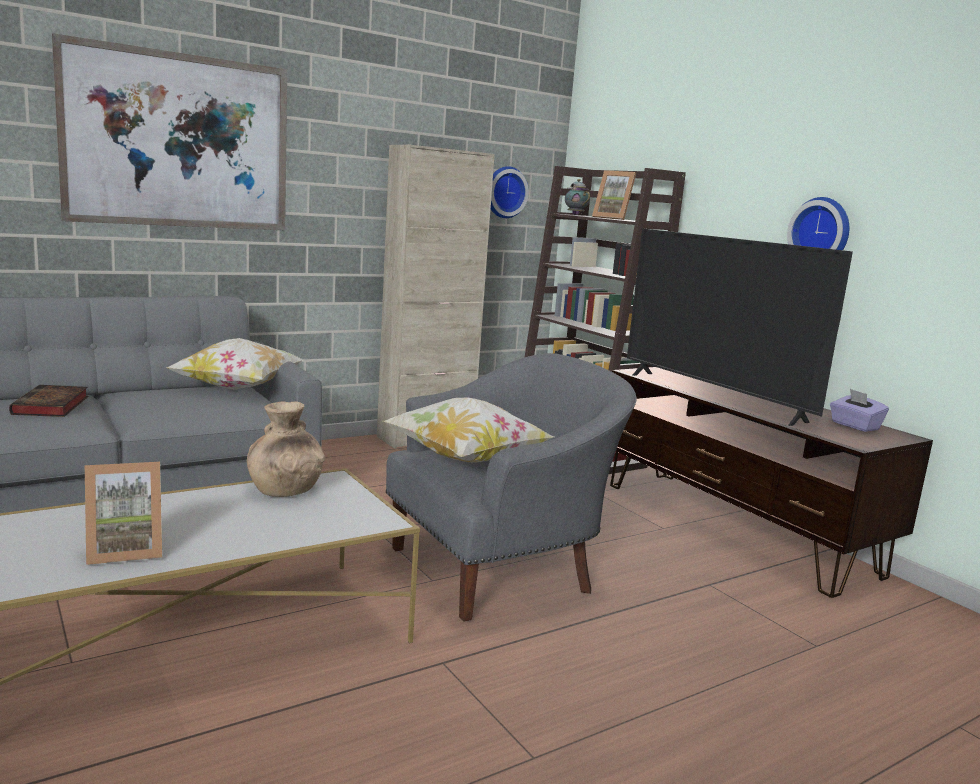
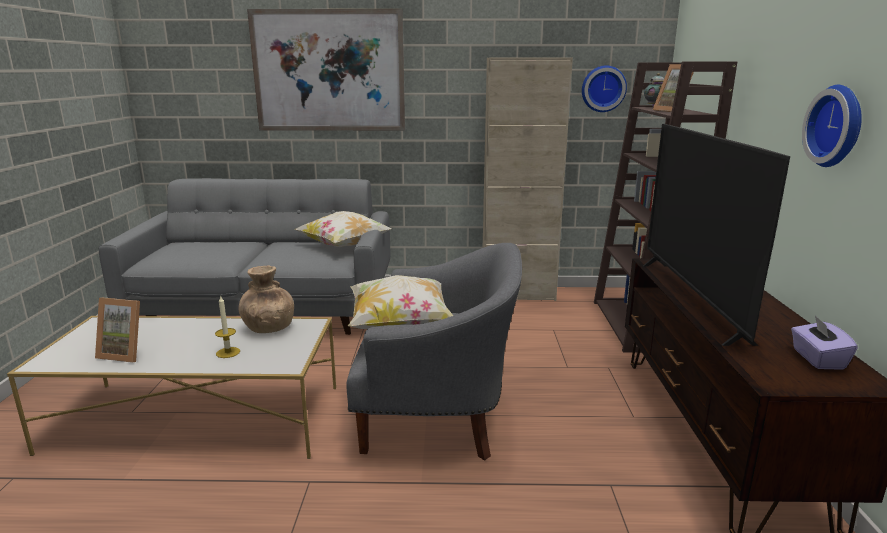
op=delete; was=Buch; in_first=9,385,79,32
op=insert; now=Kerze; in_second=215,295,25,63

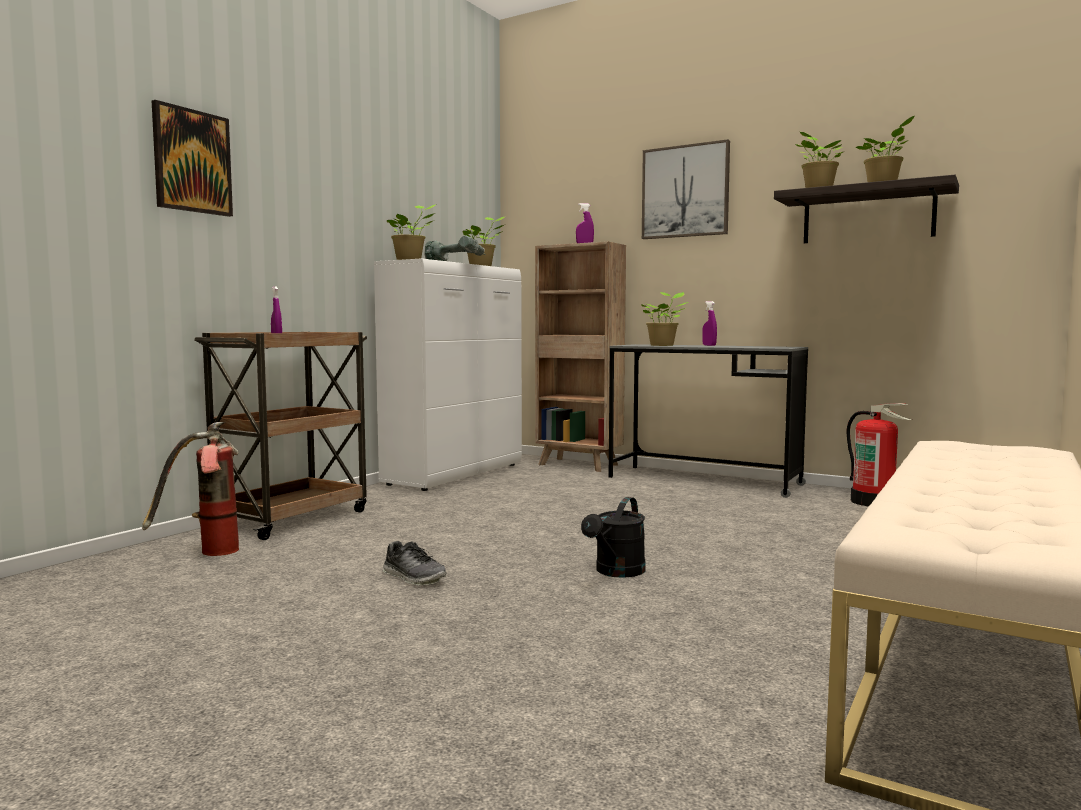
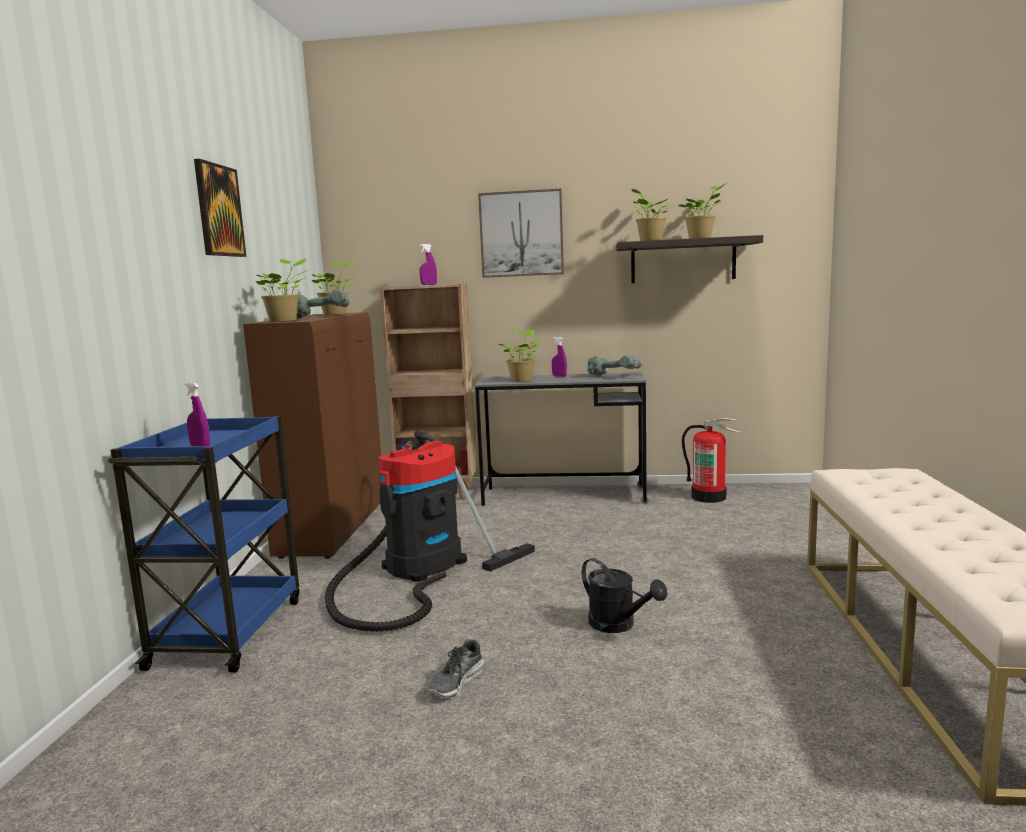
op=delete; was=Feuerlöscher; in_first=142,422,97,134
op=insert; now=Staubsauger; in_second=325,430,210,202
op=insert; now=Bohrmaschine; in_second=587,355,55,20
op=move; was=Bild; in_first=152,100,81,117; in_second=194,159,53,98
op=recolor; was=Rollwagen (braun); now=Rollwagen (blau); in_first=194,332,173,208; in_second=108,416,192,257
op=recolor; was=Schrank (weiß); now=Schrank (braun); in_first=374,259,148,232; in_second=243,312,138,247
op=rotate; was=Schuh; in_first=383,541,64,44; in_second=428,639,56,60; clockwise=105
op=rotate; was=Gießkanne (schwarz); in_first=581,497,65,81; in_second=582,558,85,75; clockwise=-45

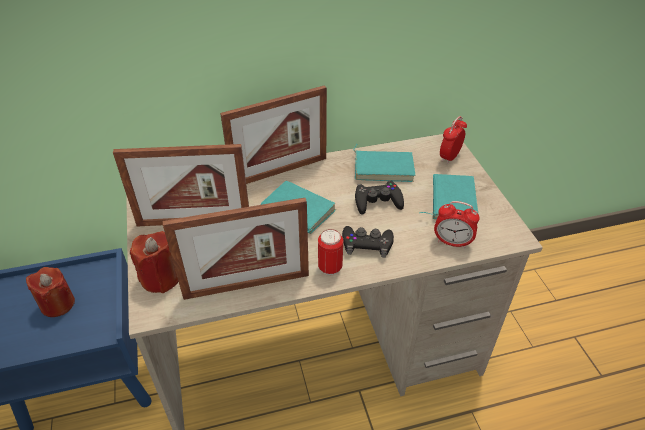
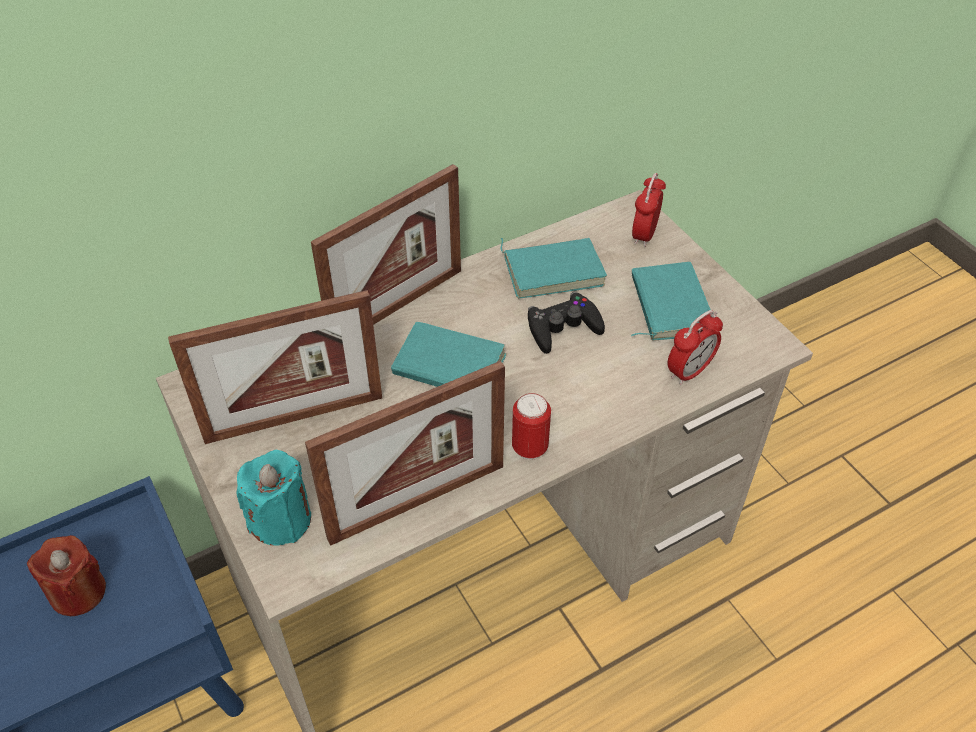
op=delete; was=Gamepad (schwarz); in_first=342,226,52,32
op=recolor; was=Kerze (rot); now=Kerze (türkis); in_first=130,231,48,62; in_second=236,450,75,95
op=rotate; was=Wecker; in_first=434,201,46,47; in_second=668,310,55,75; clockwise=-45

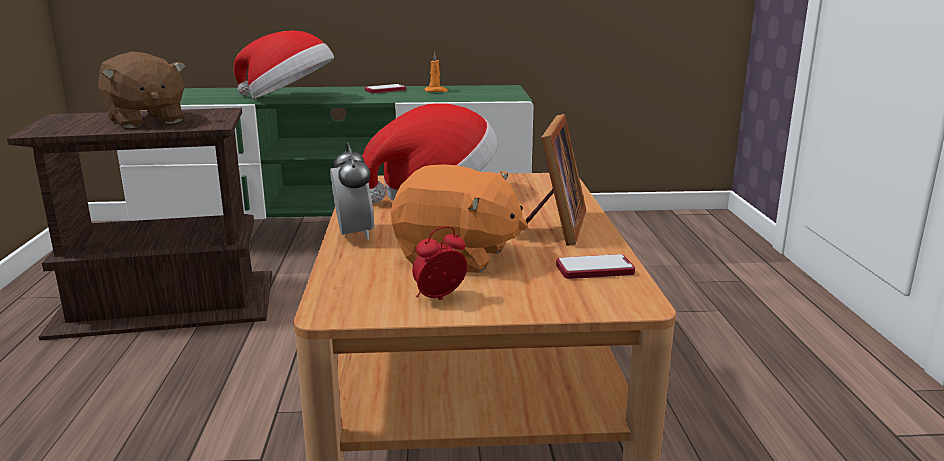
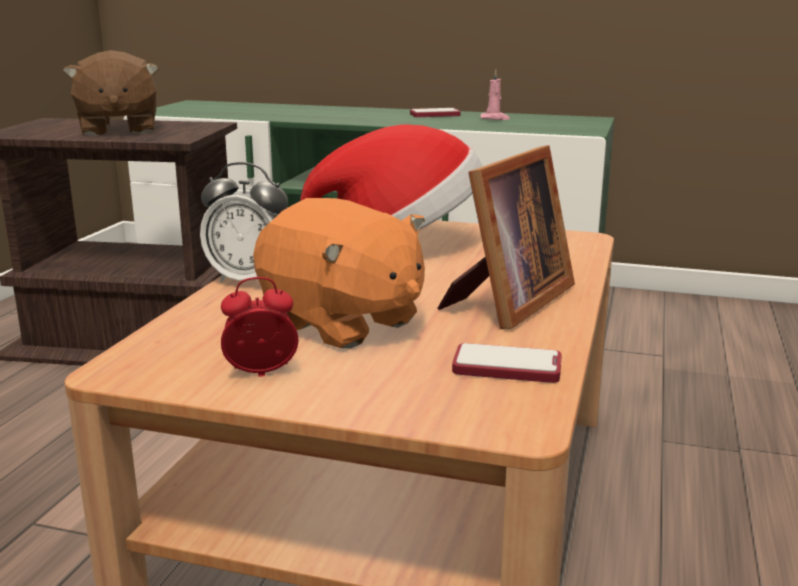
op=delete; was=Hut; in_first=234,30,100,69
op=recolor; was=Kerze (orange); now=Kerze (rosa); in_first=425,53,23,39; in_second=480,70,30,50
op=rotate; was=Wecker; in_first=330,142,44,98; in_second=200,162,88,121; clockwise=105

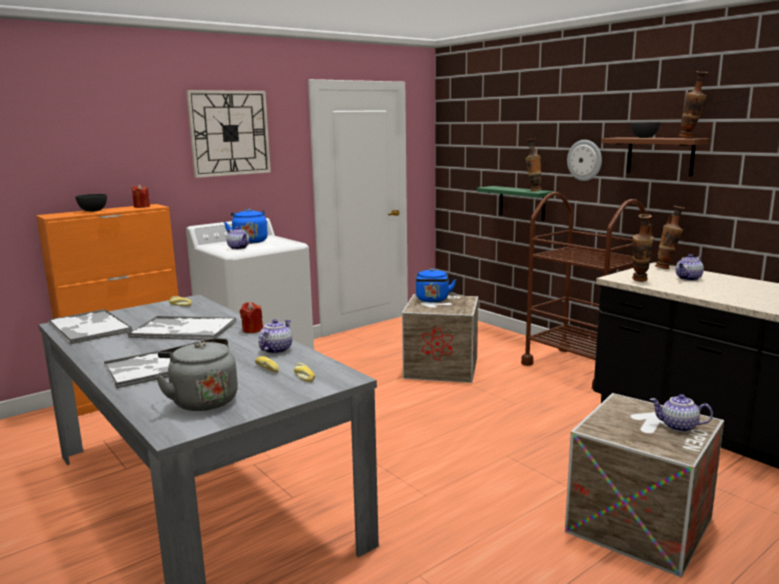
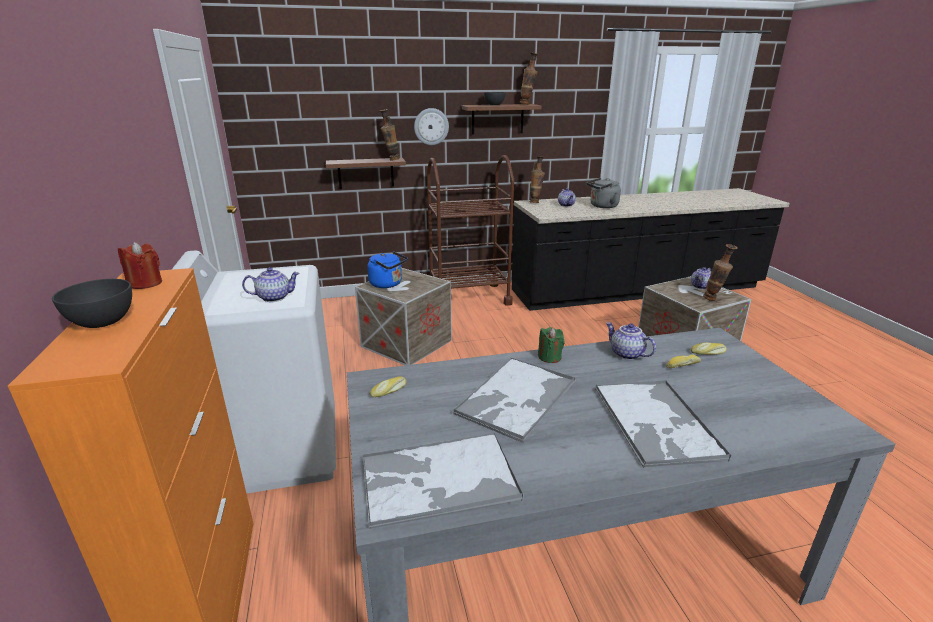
op=delete; was=Wanduhr; in_first=186,90,85,88
op=delete; was=Wasserkessel (blau); in_first=224,209,44,35
op=move; was=Wasserkessel (grau); in_first=155,338,83,73; in_second=587,178,34,30
op=move; was=Vase; in_first=632,214,22,68; in_second=703,244,35,57
op=recolor; was=Kerze (rot); now=Kerze (grün); in_first=240,302,23,31; in_second=538,327,26,36
op=recolor; was=Wandregal (grün); now=Wandregal (braun); in_first=477,186,78,35; in_second=326,158,80,31

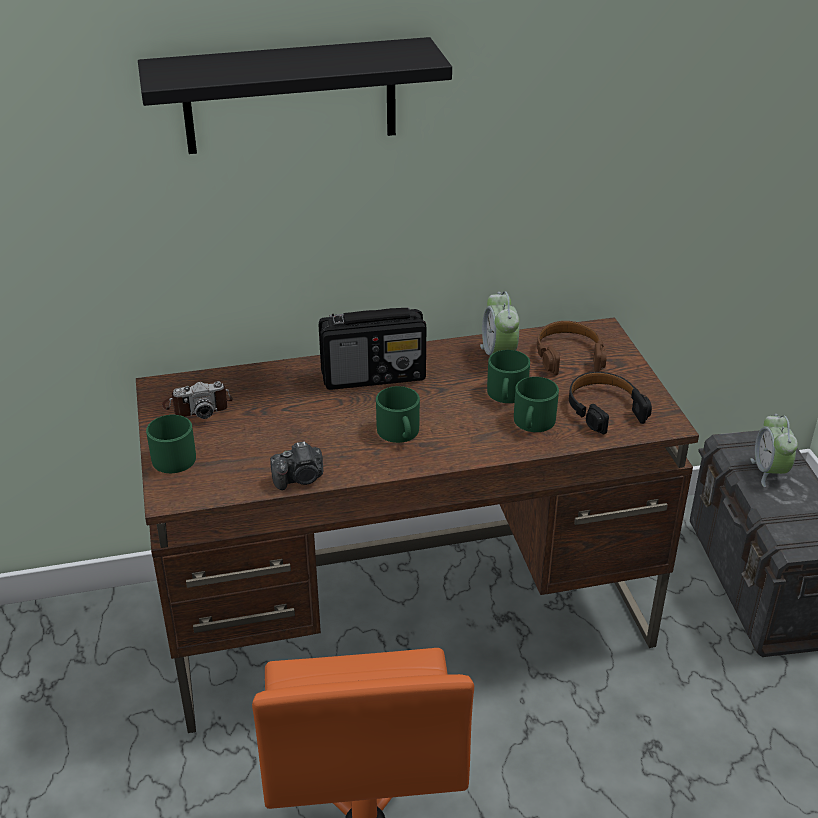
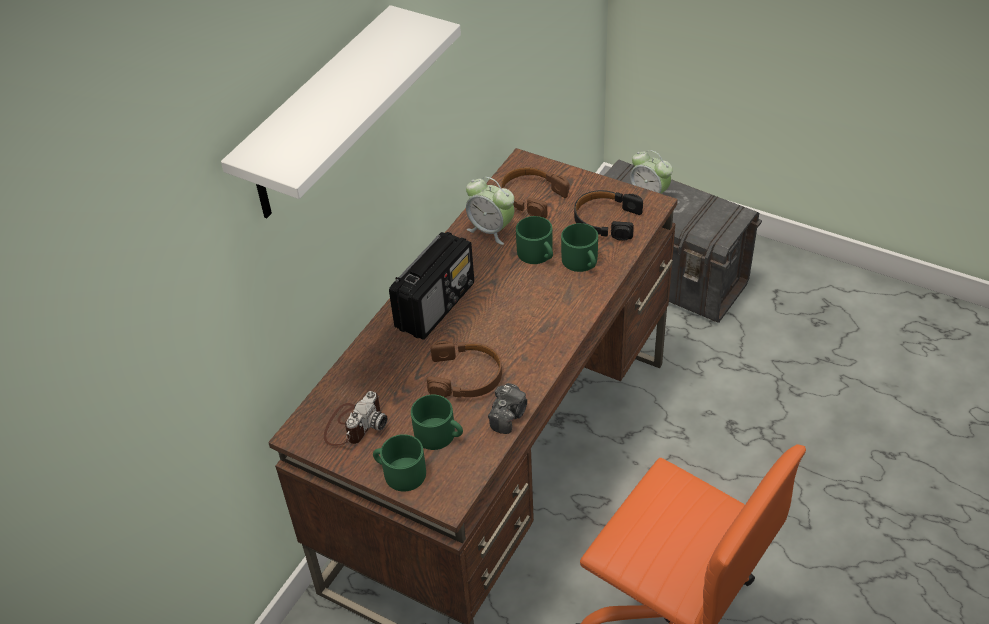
op=insert; now=Kopfhörer (braun); in_second=427,341,75,57
op=move; was=Henkelbecher (grün); in_first=376,386,44,57; in_second=411,395,52,55
op=recolor; was=Wandregal (schwarz); now=Wandregal (weiß); in_first=138,37,314,117; in_second=221,5,240,213

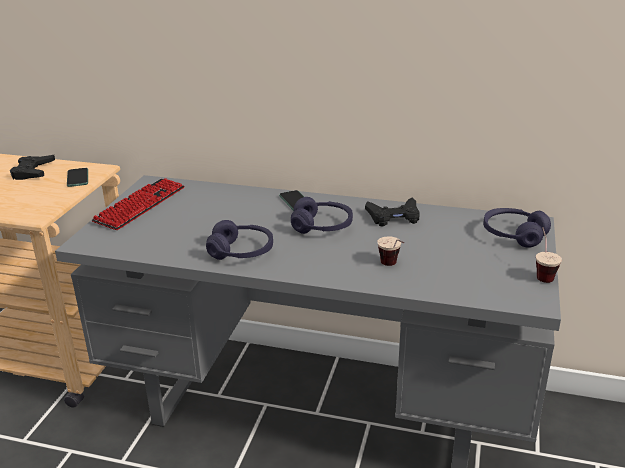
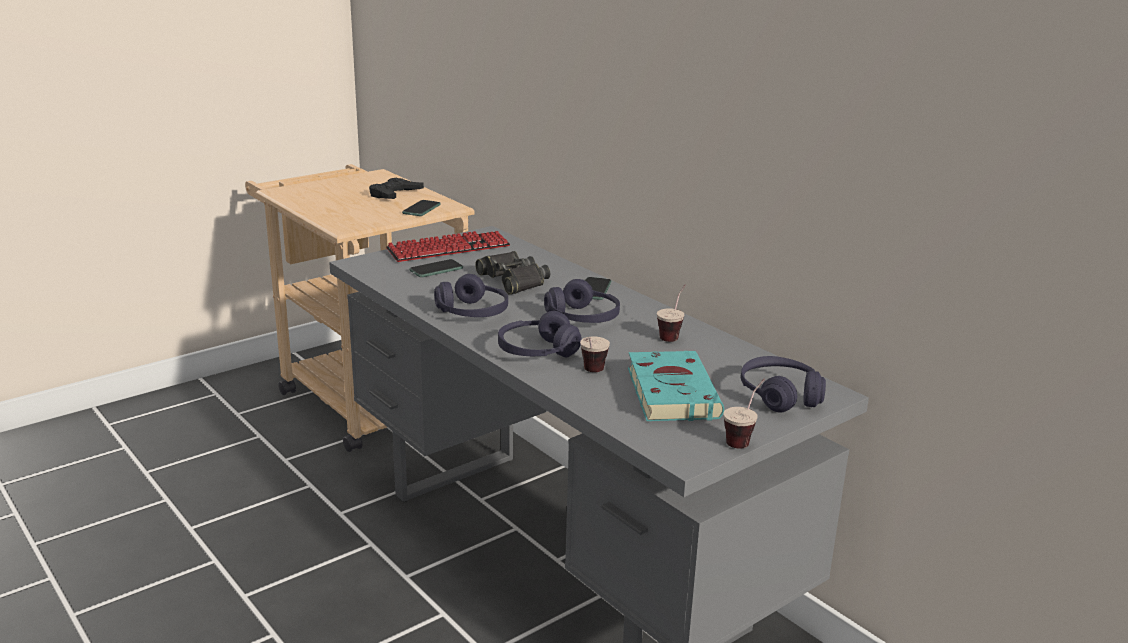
op=insert; now=Handy; in_second=409,259,54,18
op=insert; now=Fernglas (schwarz); in_second=475,251,75,44
op=insert; now=Kopfhörer (lila); in_second=498,311,84,46
op=insert; now=Buch (türkis); in_second=628,351,96,70
op=replace; was=Gamepad (schwarz); now=Tasse; in_first=365,198,55,29; in_second=657,284,29,58

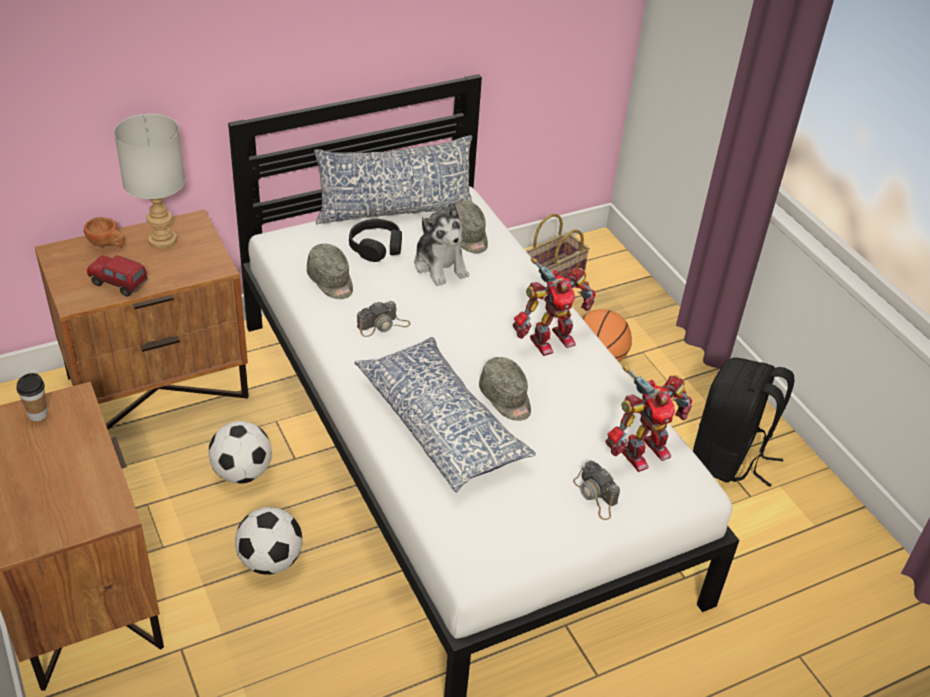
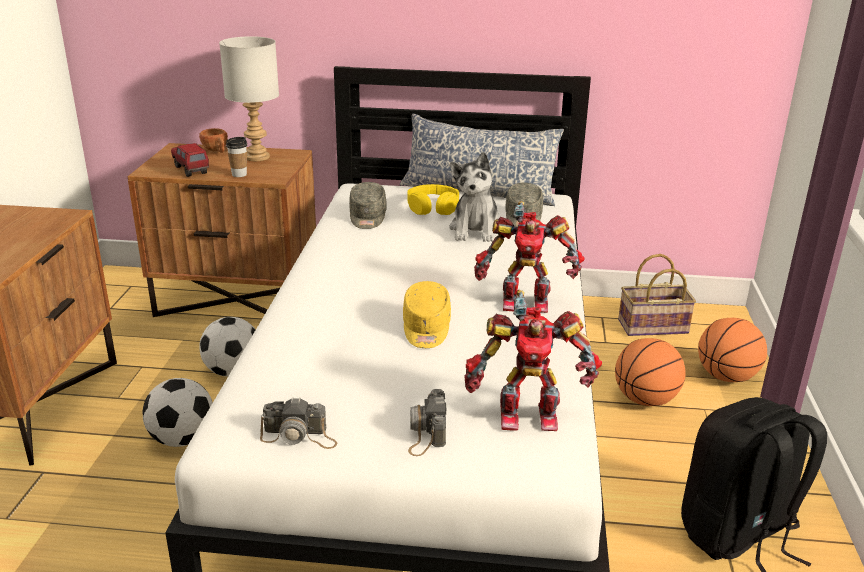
op=delete; was=Kissen; in_first=355,337,181,155
op=insert; now=Basketball; in_second=698,318,69,64
op=move; was=Tasse; in_first=16,373,32,48; in_second=226,137,21,40
op=move; was=Kamera; in_first=357,301,54,36; in_second=260,397,77,52
op=recolor; was=Kopfhörer (schwarz); now=Kopfhörer (gelb); in_first=349,219,53,43; in_second=407,184,52,31
op=recolor; was=Kappe (grau); now=Kappe (gelb); in_first=479,357,52,64; in_second=403,281,48,67

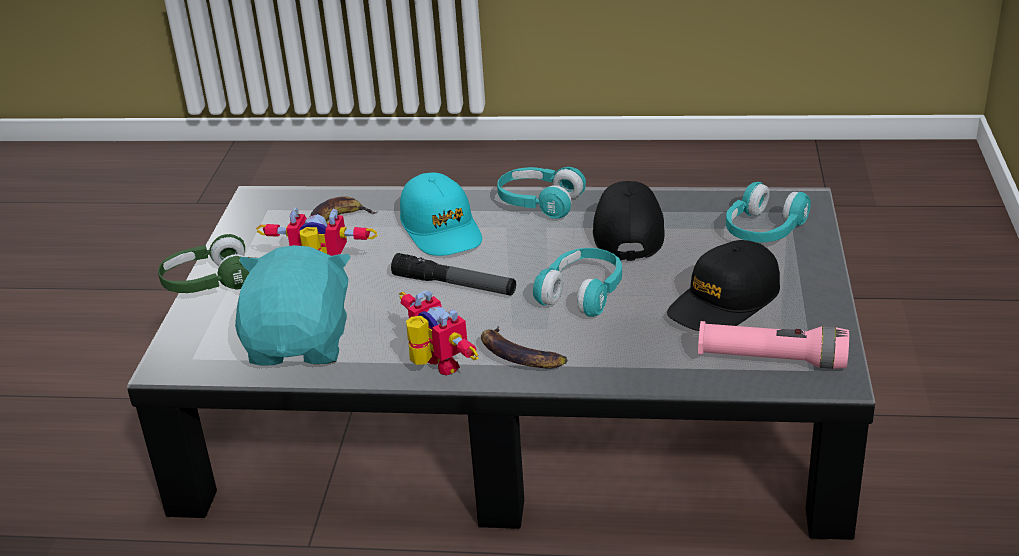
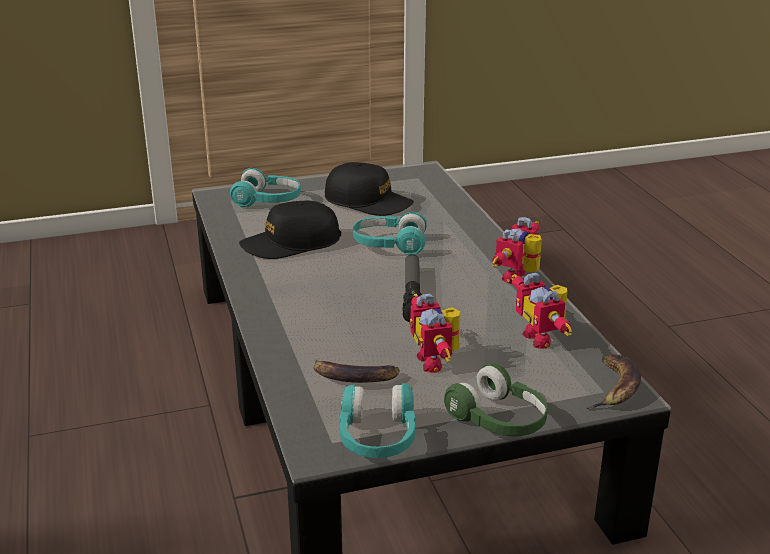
op=delete; was=Kappe (türkis); in_first=400,173,82,83
op=delete; was=Taschenlampe (rosa); in_first=698,321,151,48
op=move; was=Banane; in_first=481,327,86,41; in_second=586,354,55,56
op=move; was=Kopfhörer (türkis); in_first=497,167,89,52; in_second=339,383,76,75
op=replace; was=Plüschtier (türkis); now=Spielzeugroboter; in_first=235,245,116,121; in_second=511,273,61,76

